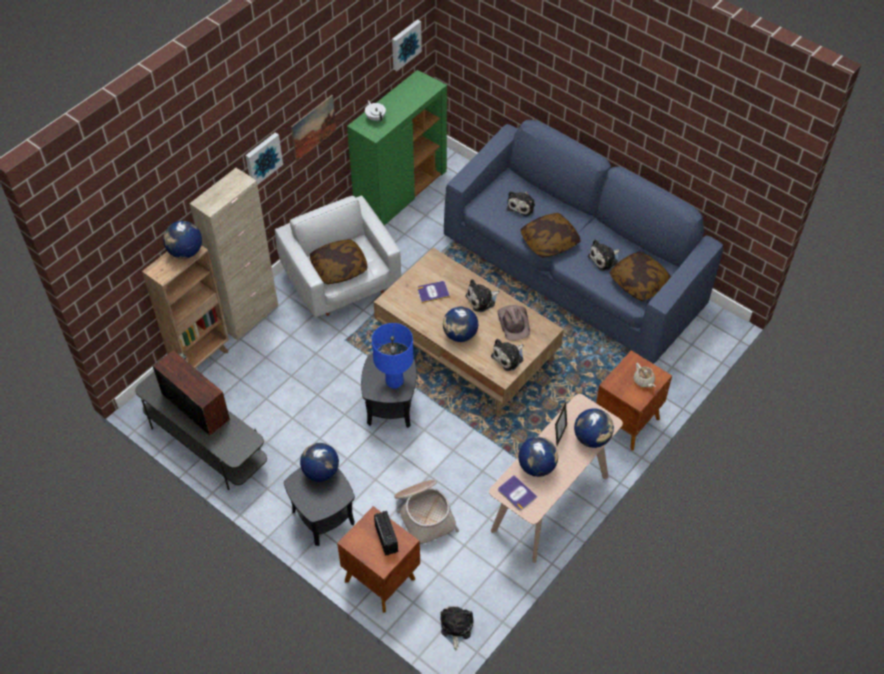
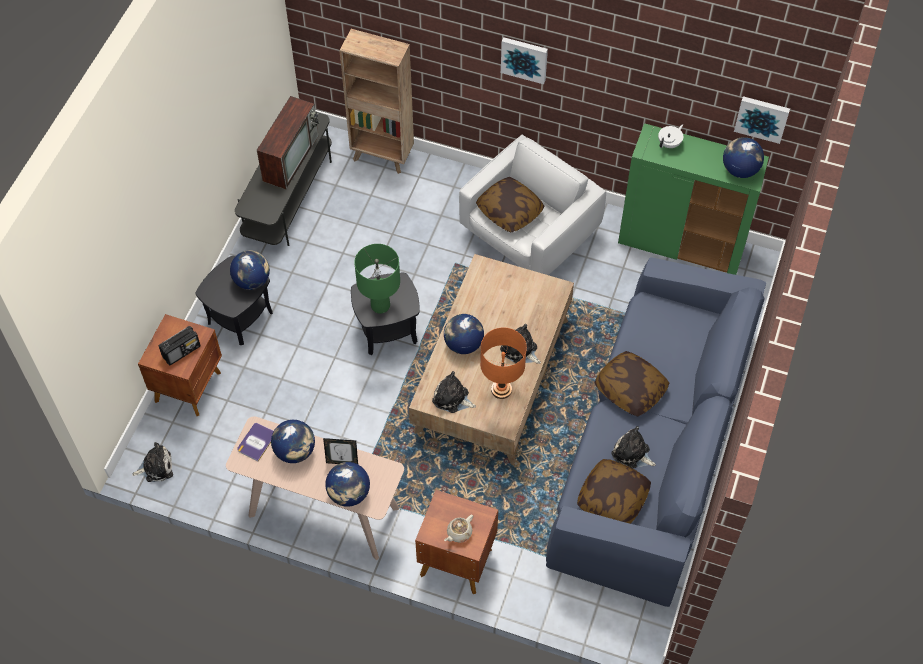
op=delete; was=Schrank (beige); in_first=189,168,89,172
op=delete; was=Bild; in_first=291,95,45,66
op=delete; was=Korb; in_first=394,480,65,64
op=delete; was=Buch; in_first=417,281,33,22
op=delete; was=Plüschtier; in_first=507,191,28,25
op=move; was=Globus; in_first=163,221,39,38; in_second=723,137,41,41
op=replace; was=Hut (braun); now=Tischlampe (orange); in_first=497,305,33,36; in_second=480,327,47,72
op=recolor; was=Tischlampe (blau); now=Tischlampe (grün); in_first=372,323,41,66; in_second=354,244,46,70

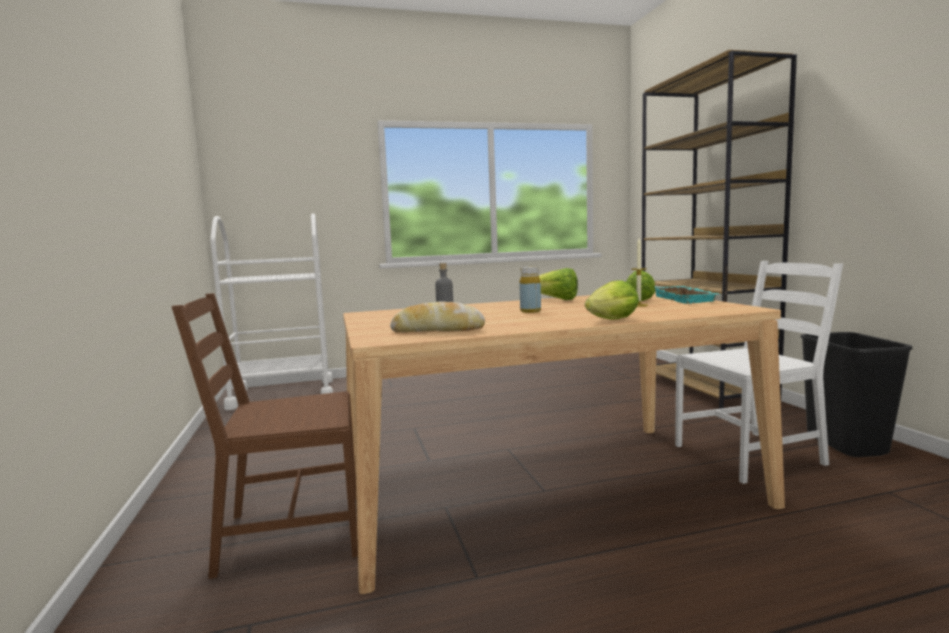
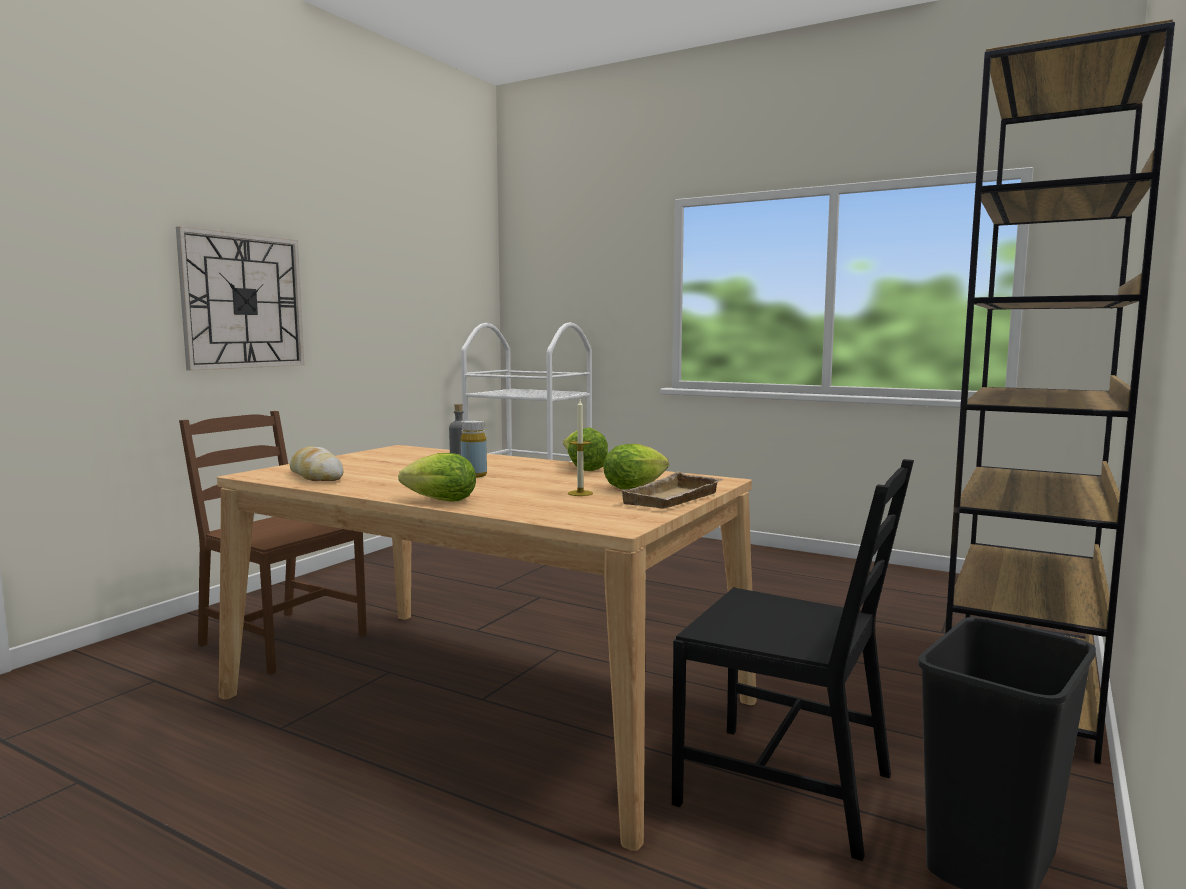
op=insert; now=Wanduhr; in_second=176,227,128,144
op=recolor; was=Tablett (türkis); now=Tablett (beige); in_first=655,286,64,18; in_second=618,472,105,37
op=recolor; was=Stuhl (weiß); now=Stuhl (schwarz); in_first=675,261,168,223; in_second=672,459,242,402

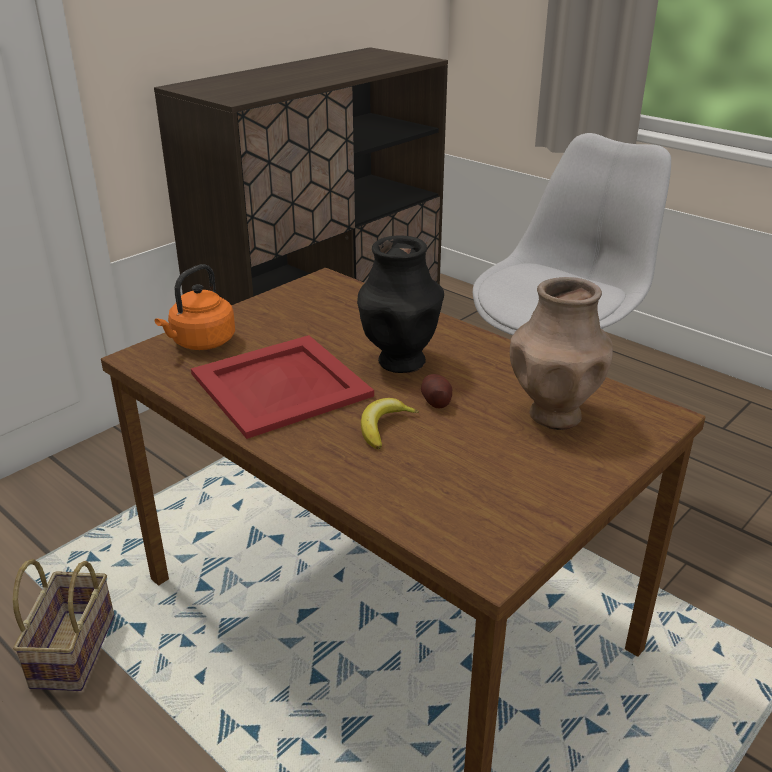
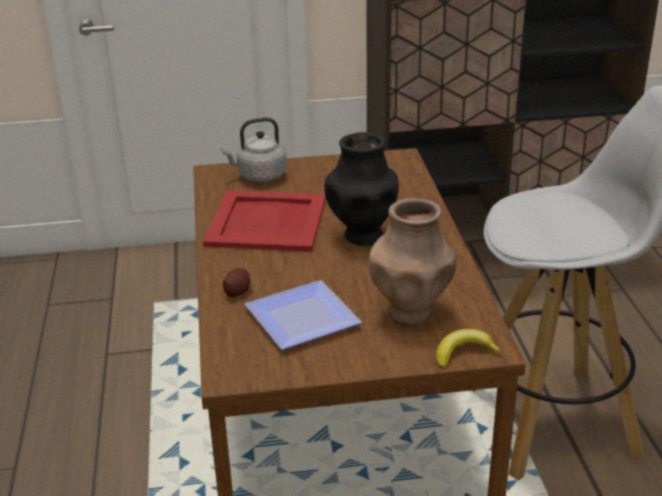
op=delete; was=Korb; in_first=13,559,101,132
op=insert; now=Teller; in_second=245,280,117,70
op=move; was=Banane; in_first=361,398,58,51; in_second=436,329,66,39
op=move; was=Kartoffel; in_first=421,374,31,34; in_second=223,268,27,29
op=recolor; was=Wasserkessel (orange); now=Wasserkessel (grau); in_first=155,264,80,86; in_second=221,117,66,65

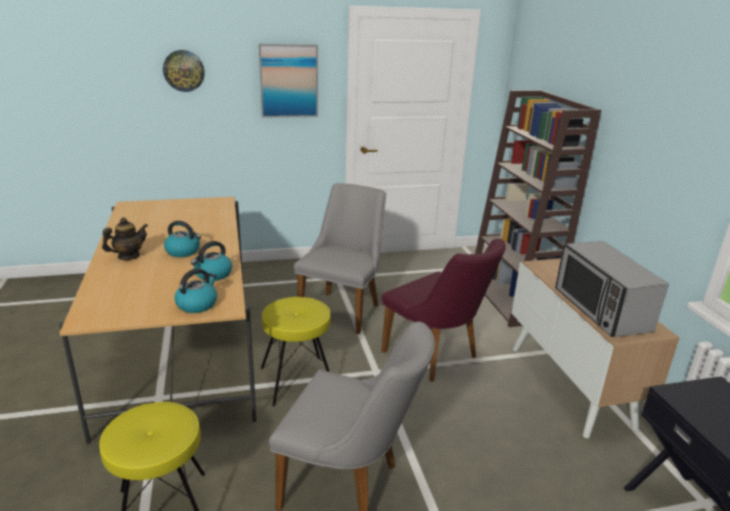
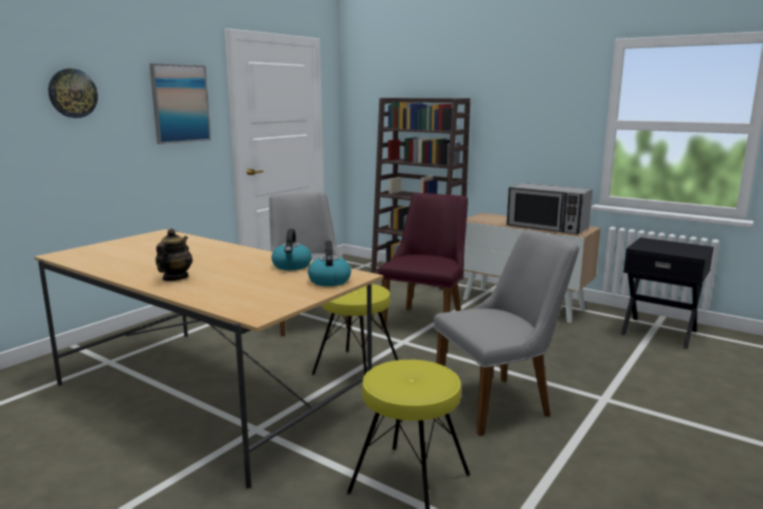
op=delete; was=Wasserkessel; in_first=164,221,37,36
op=rotate; was=Stuhl (lila); in_first=381,239,125,143; in_second=378,193,90,136; clockwise=-75

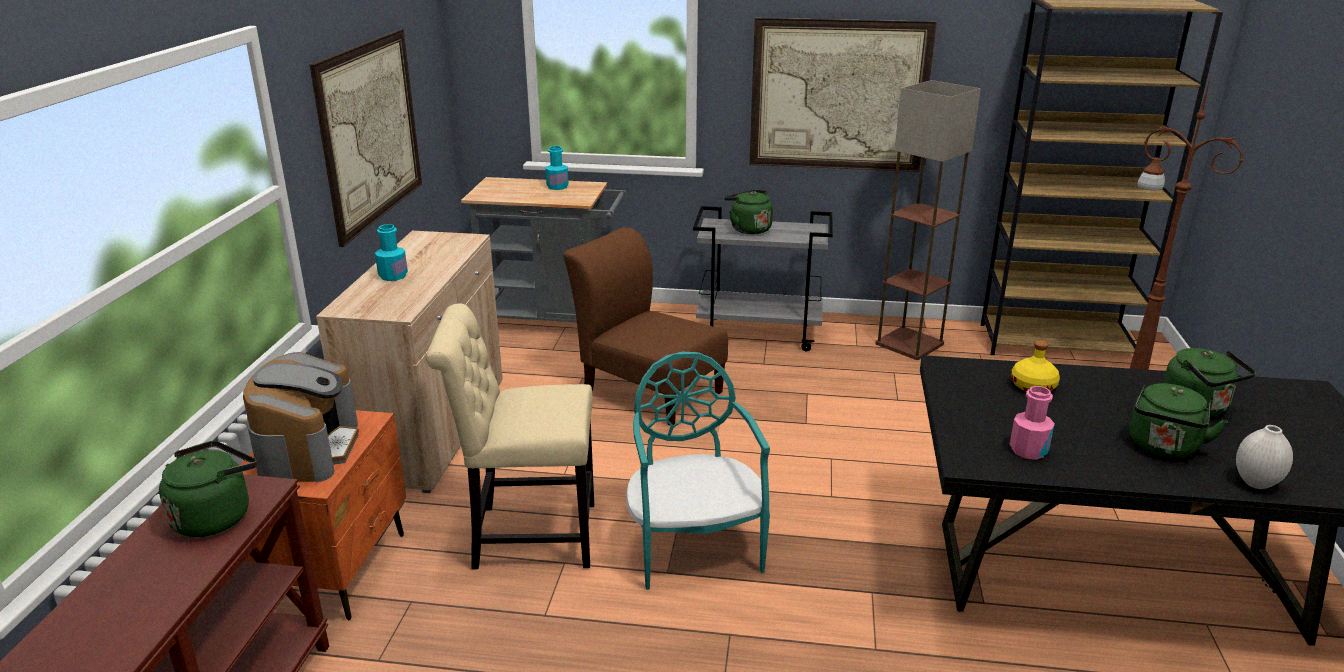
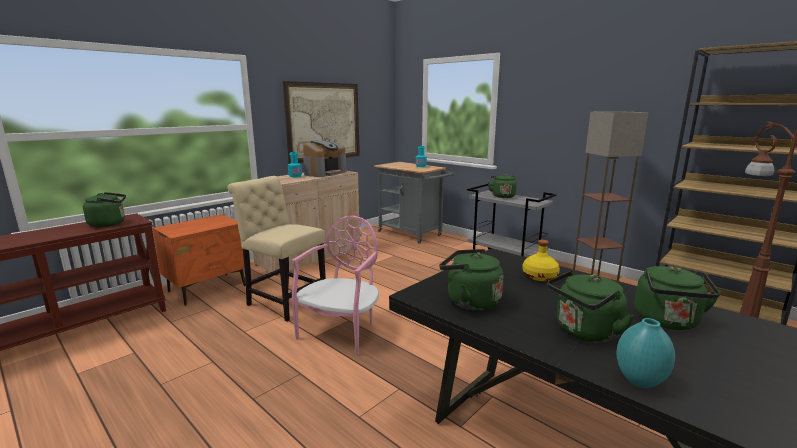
op=delete; was=Stuhl (braun); in_first=563,227,165,198
op=delete; was=Bild; in_first=749,18,188,154
op=move; was=Kaffeemaschine; in_first=243,352,116,130; in_second=303,140,43,37
op=replace; was=Flasche (rosa); now=Wasserkessel (grün); in_first=1009,386,46,74; in_second=439,249,64,62
op=recolor; was=Stuhl (türkis); now=Stuhl (rosa); in_first=626,352,144,238; in_second=291,216,88,139
op=recolor; was=Vase (weiß); now=Vase (türkis); in_first=1236,425,57,64; in_second=617,318,58,70

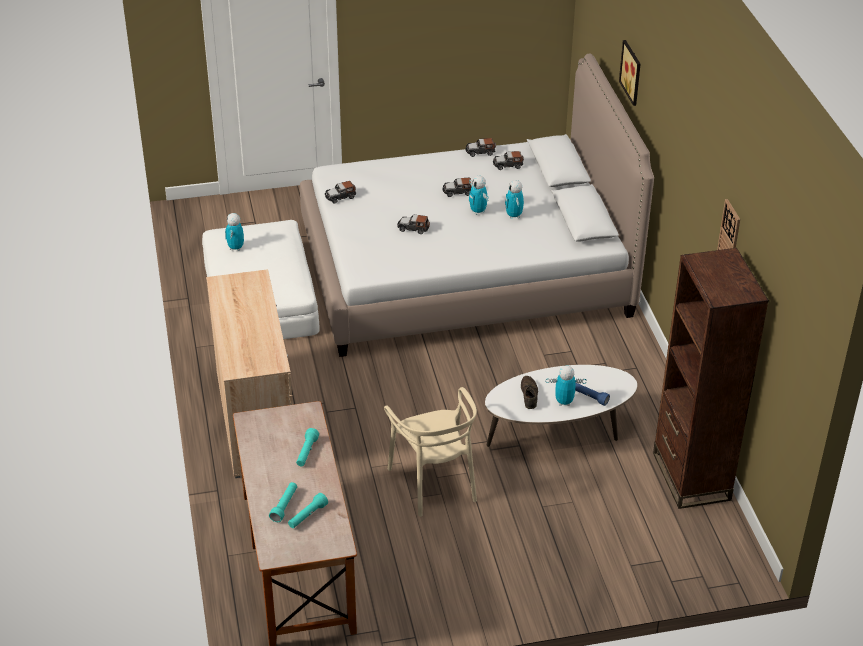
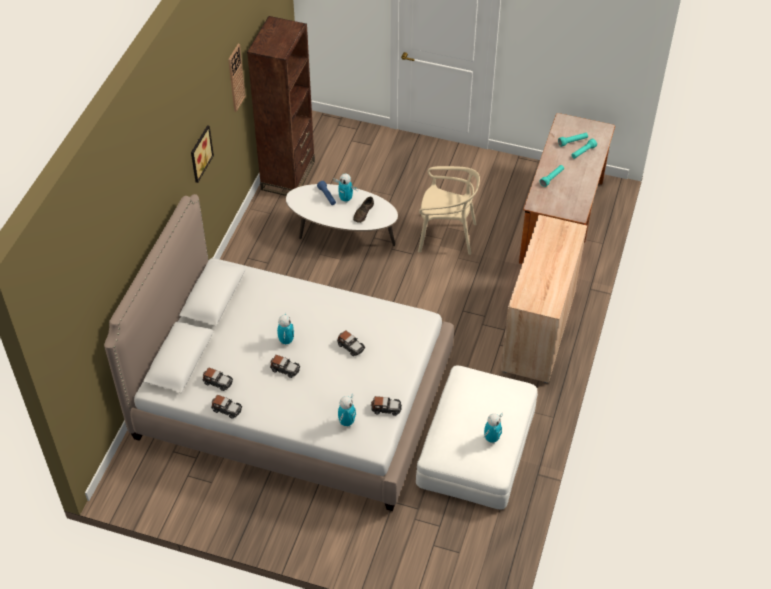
op=move; was=Spielzeugroboter; in_first=505,180,19,39; in_second=338,394,18,33
op=move; was=Bild; in_first=619,40,22,66; in_second=191,125,23,58
op=rotate; was=Stuhl (beige); in_first=384,387,93,130; in_second=418,166,62,89; clockwise=90

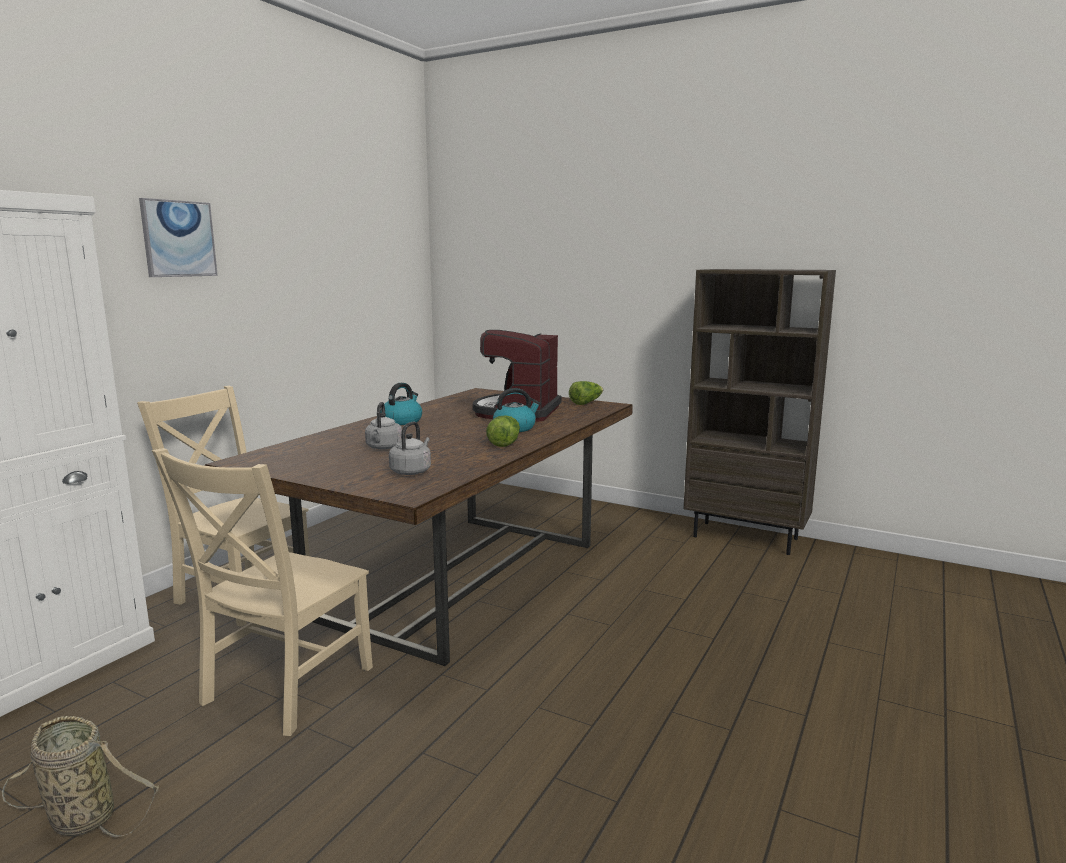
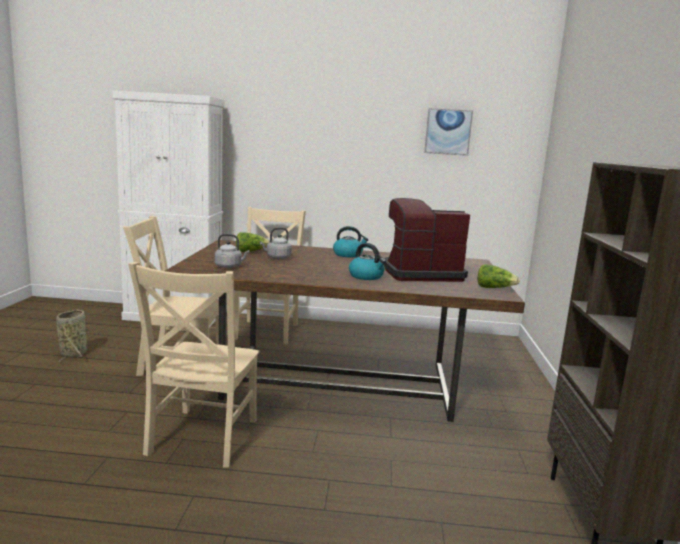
op=insert; now=Stuhl (beige); in_second=128,262,131,206
op=move; was=Bild; in_first=139,198,79,79; in_second=424,108,49,48
op=move; was=Salatkopf; in_first=486,416,34,31; in_second=236,232,34,20

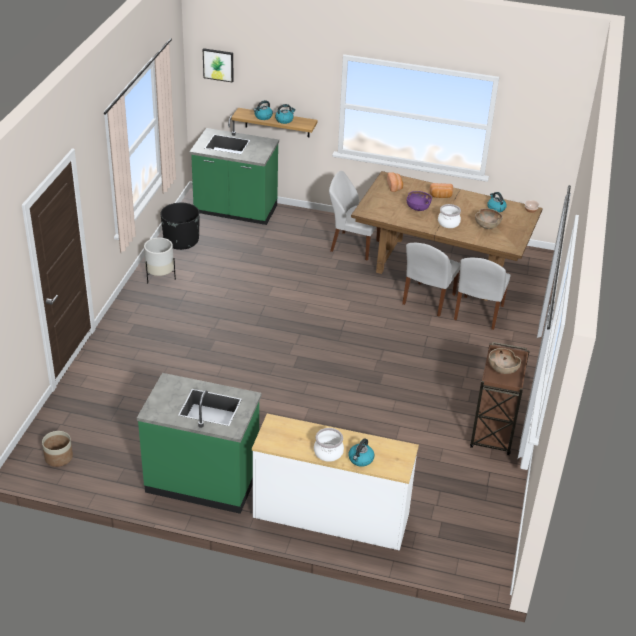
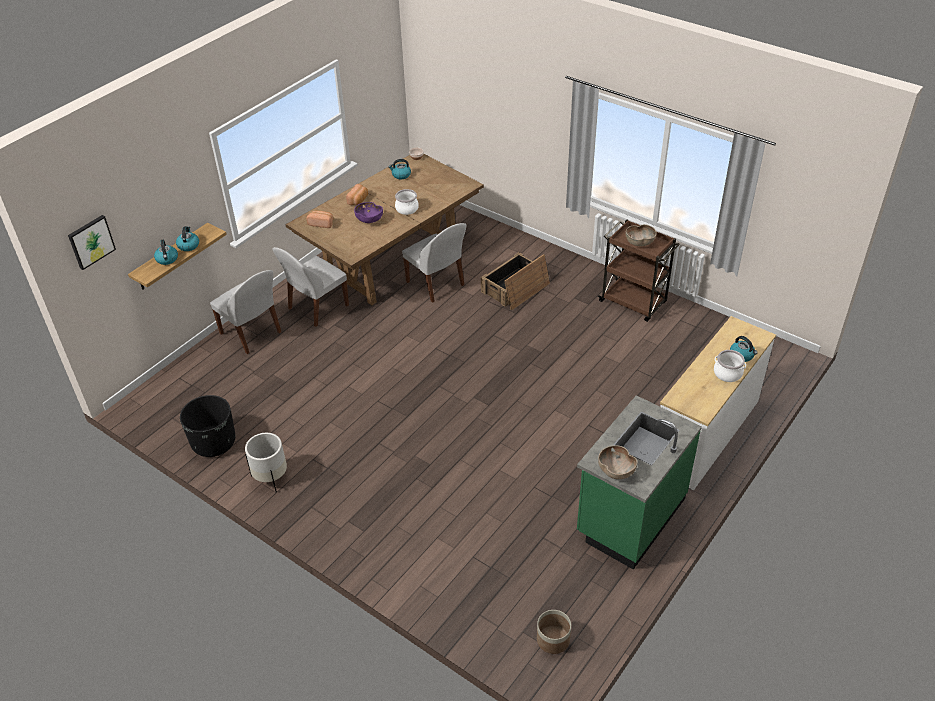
op=delete; was=Küchenzeile (grün); in_first=189,115,90,110
op=insert; now=Kiste; in_second=481,252,69,58
op=move; was=Stuhl (weiß); in_first=454,258,56,72; in_second=210,270,71,84
op=move; was=Schüssel (braun); in_first=475,208,28,21; in_second=598,445,40,34

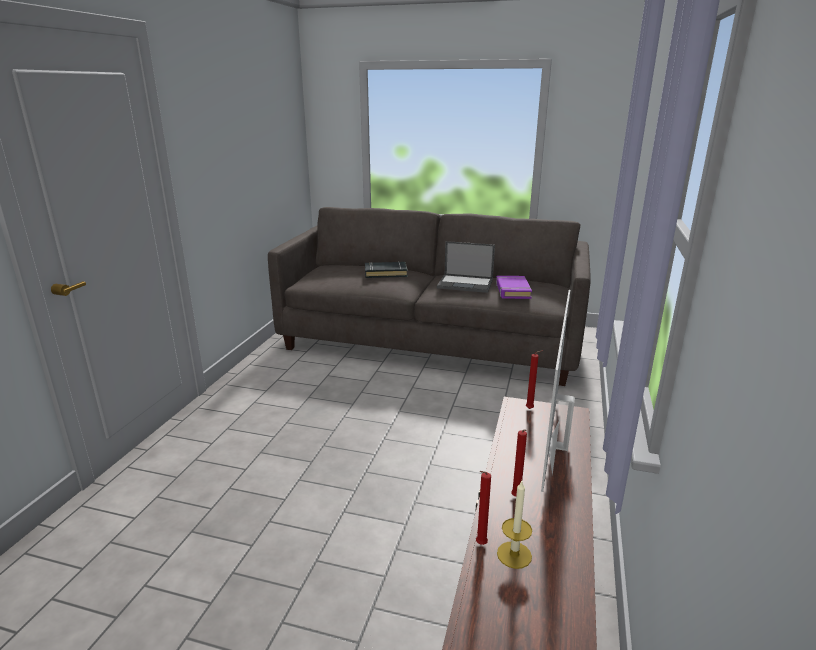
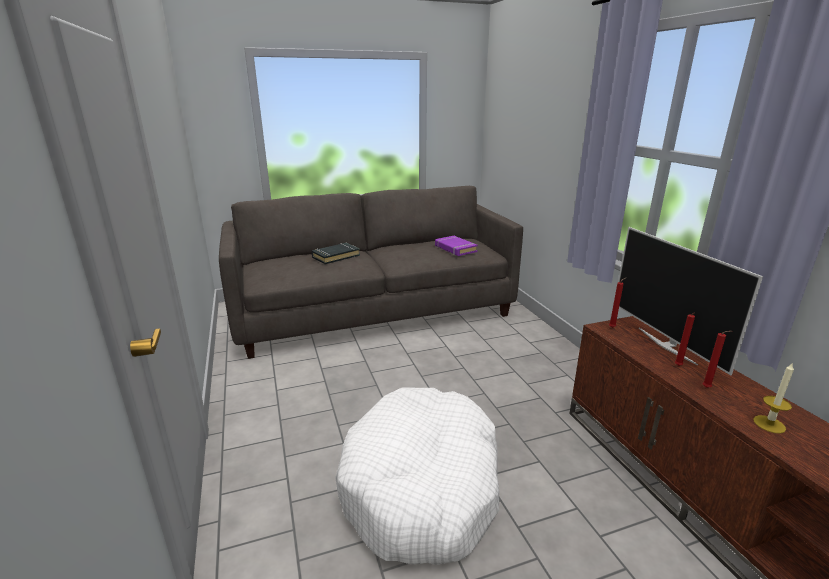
op=delete; was=Laptop; in_first=437,241,58,52
op=insert; now=Hundebett (weiß); in_second=335,388,164,177
op=move; was=Kerze (rot); in_first=476,471,15,74; in_second=675,312,20,54

